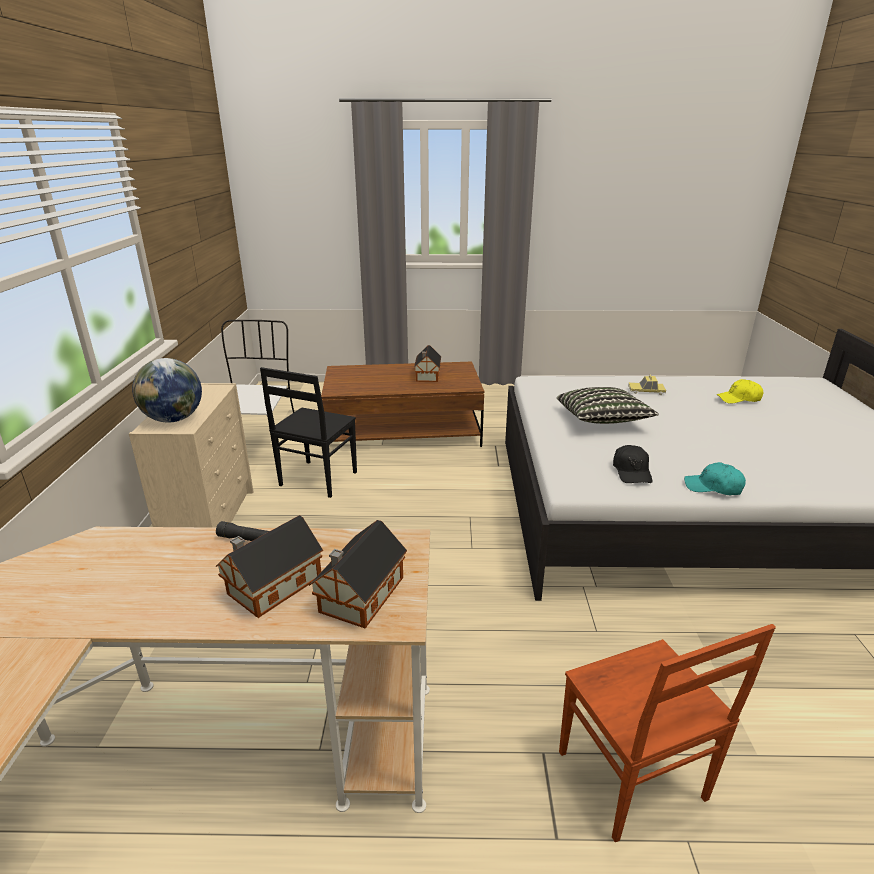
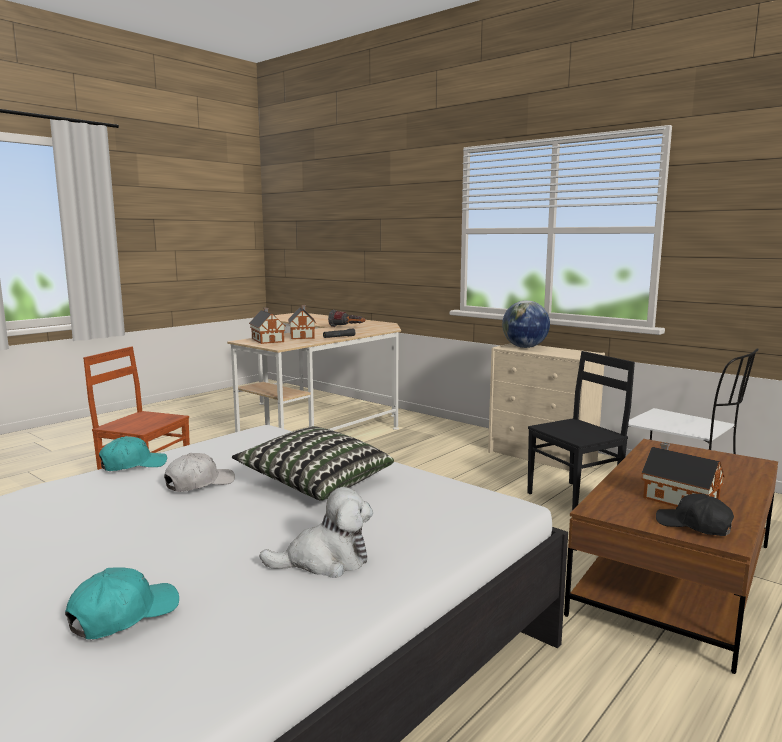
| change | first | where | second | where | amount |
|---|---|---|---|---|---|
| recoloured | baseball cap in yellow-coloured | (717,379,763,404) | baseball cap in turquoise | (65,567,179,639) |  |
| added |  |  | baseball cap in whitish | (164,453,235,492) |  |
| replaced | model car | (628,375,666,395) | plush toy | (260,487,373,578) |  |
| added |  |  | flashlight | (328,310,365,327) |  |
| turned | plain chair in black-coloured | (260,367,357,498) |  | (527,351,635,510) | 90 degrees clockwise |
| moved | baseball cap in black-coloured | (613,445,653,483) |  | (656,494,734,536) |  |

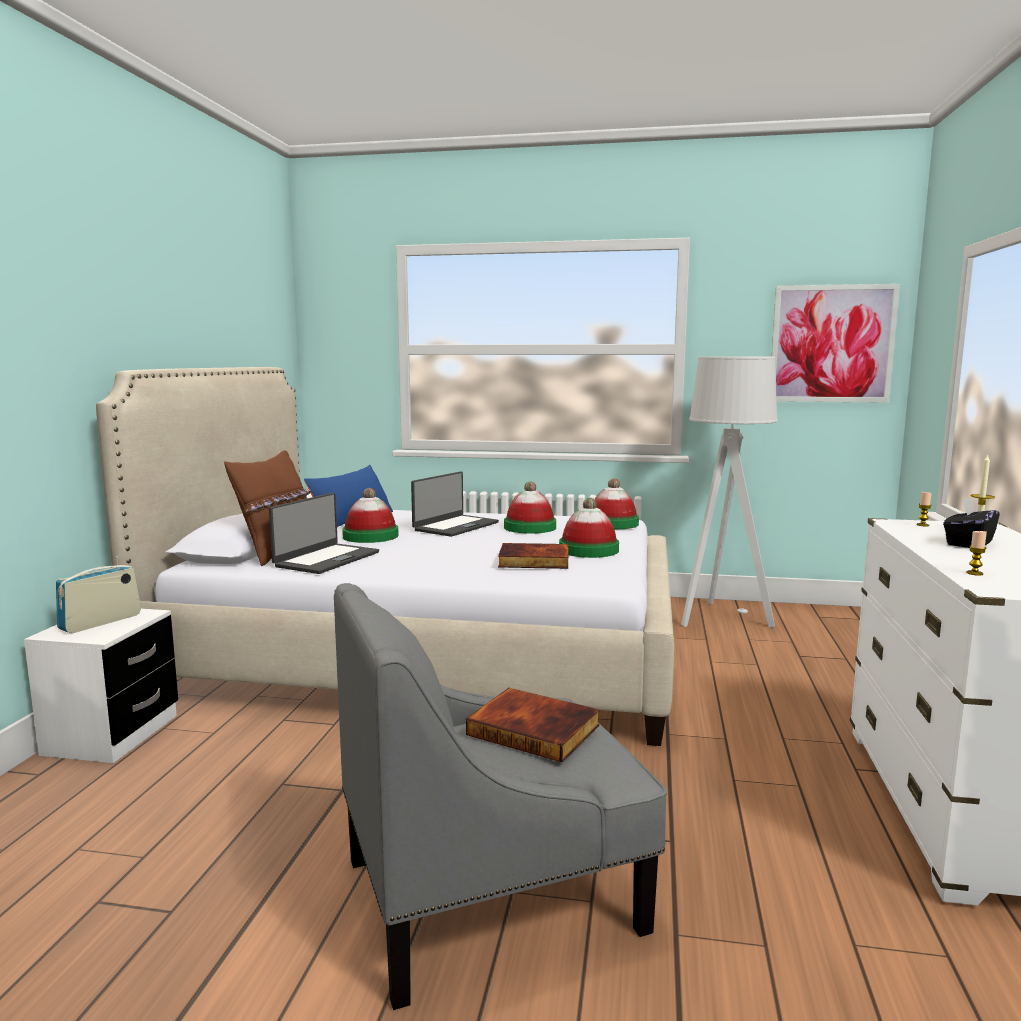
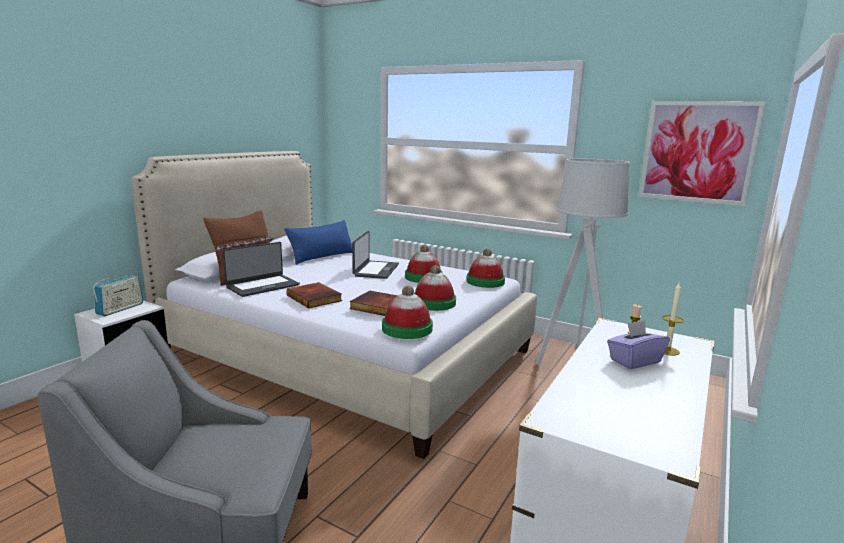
| change | first | where | second | where | amount |
|---|---|---|---|---|---|
| turned | radio | (56,556,141,633) |  | (93,275,143,316) | 150 degrees clockwise |
| moved | book | (466,688,600,762) |  | (287,282,342,308) |  |
| turned | portable computer | (411,471,499,537) |  | (352,231,399,279) | 45 degrees counterclockwise |
| moved | wearable hat | (342,488,399,543) |  | (382,286,433,339) |  |
| recoloured | box of tissues in black-coloured | (943,497,1000,548) | box of tissues in purple-coloured | (607,320,670,369) |  |
| removed | wax candle | (966,531,987,576) |  |  |  |

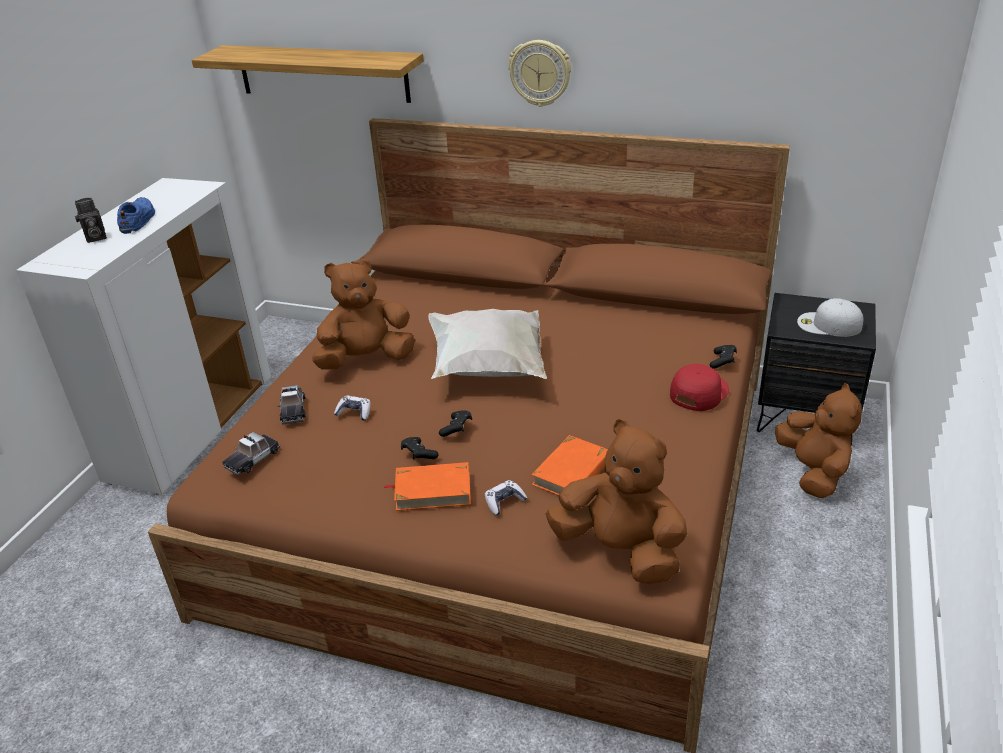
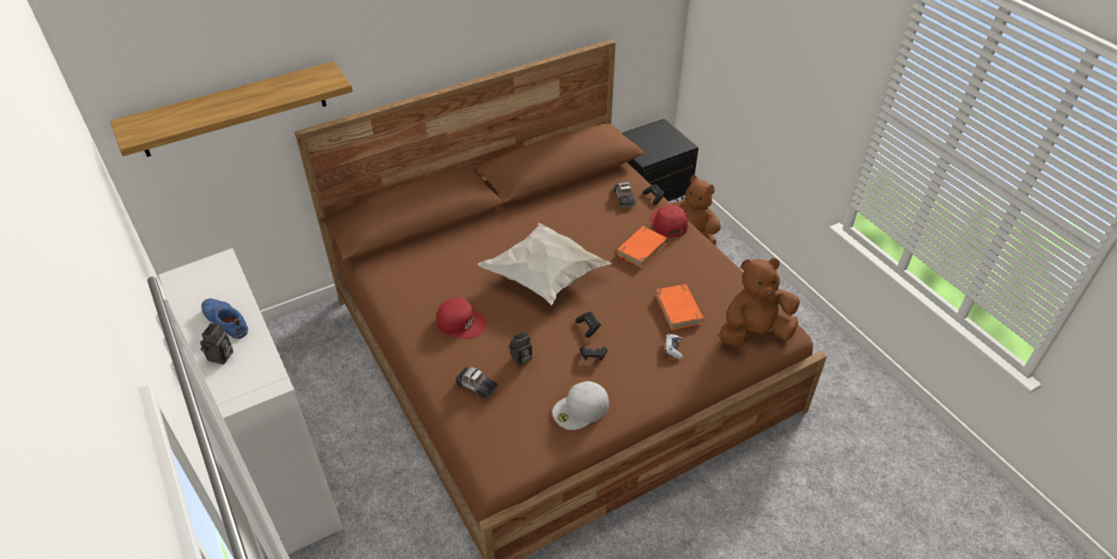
| change | first | where | second | where | amount |
|---|---|---|---|---|---|
| replaced | plush toy in brownish | (312,259,415,369) | baseball cap in red-coloured | (436,298,487,339) |  |
| replaced | game controller | (334,396,371,421) | photo camera | (508,331,532,366) |  |
| moved | baseball cap in whitish | (797,298,863,337) |  | (552,381,609,430) |  |
| moved | model car | (222,432,280,476) |  | (614,182,635,208) |  |
| moved | book in orange | (383,462,471,511) |  | (616,226,668,268) |  |
| removed | clock on the wall | (508,40,571,107) |  |  |  |

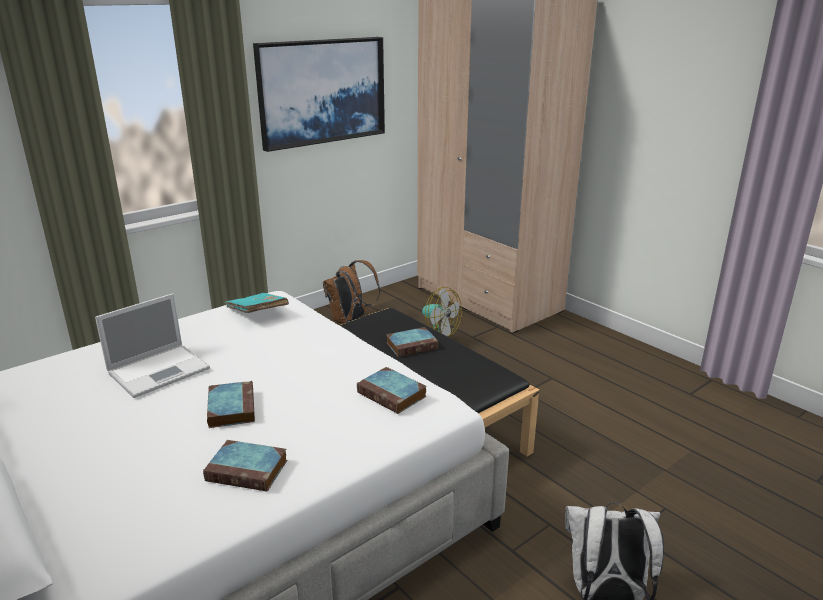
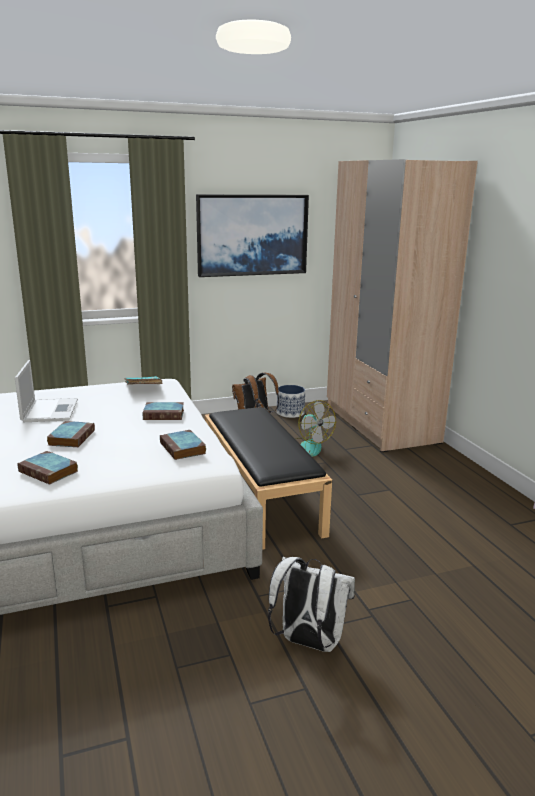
| change | first | where | second | where | amount |
|---|---|---|---|---|---|
| turned | portable computer | (95,293,210,398) |  | (15,360,78,422) | 75 degrees counterclockwise |
| moved | book | (386,327,438,357) |  | (142,402,184,420) |  |
| added |  |  | planter | (277,385,305,418) |  |

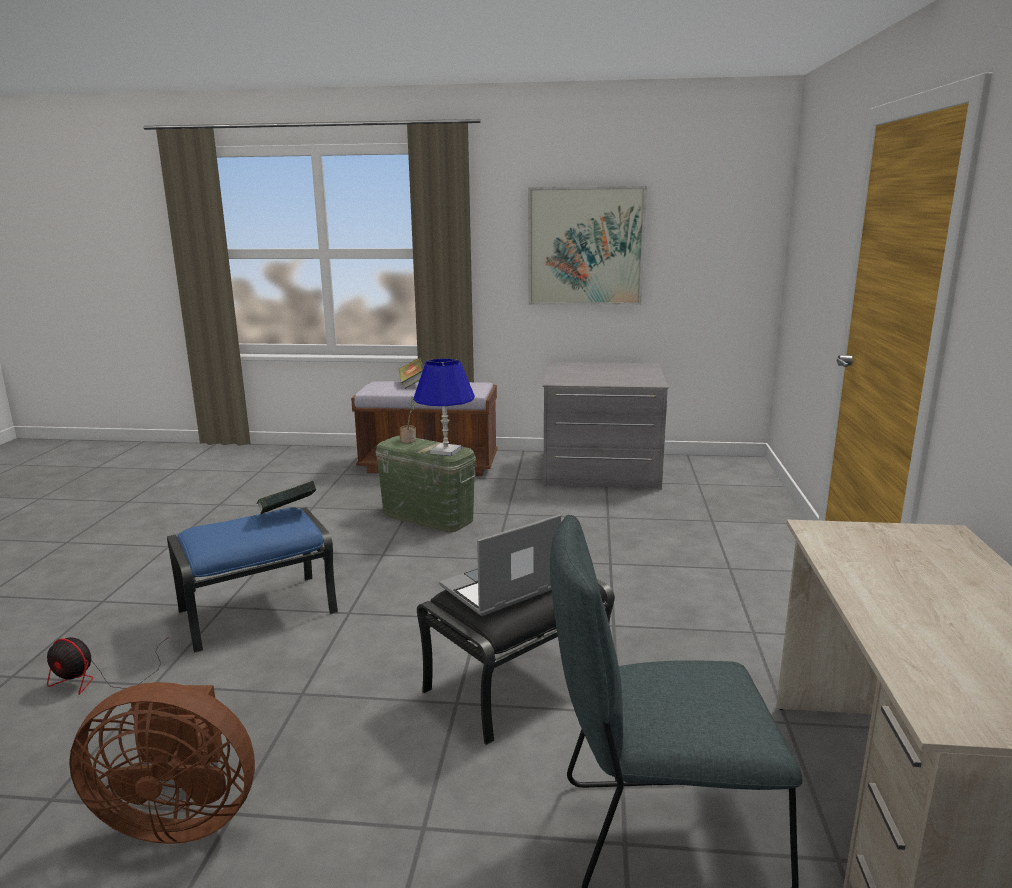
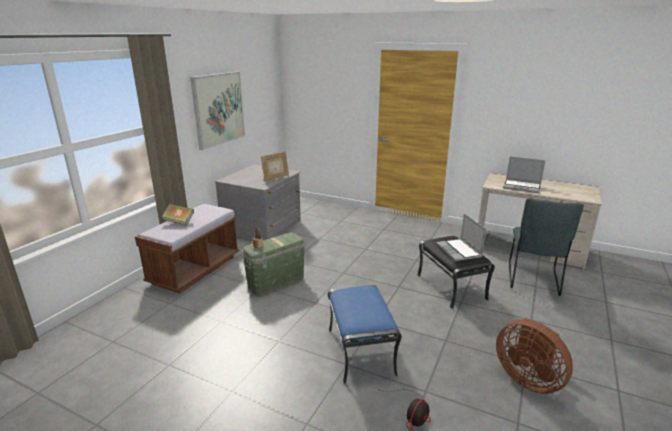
| change | first | where | second | where | amount |
|---|---|---|---|---|---|
| added |  |  | picture frame | (261,151,289,181) |  |
| turned | fan in brownish | (69,682,255,844) |  | (496,318,573,394) | 120 degrees clockwise |
| added |  |  | portable computer | (503,157,545,193) |  |
| removed | book | (256,481,316,515) |  |  |  |
| removed | tabletop lamp in blue-coloured | (413,359,475,456) |  |  |  |

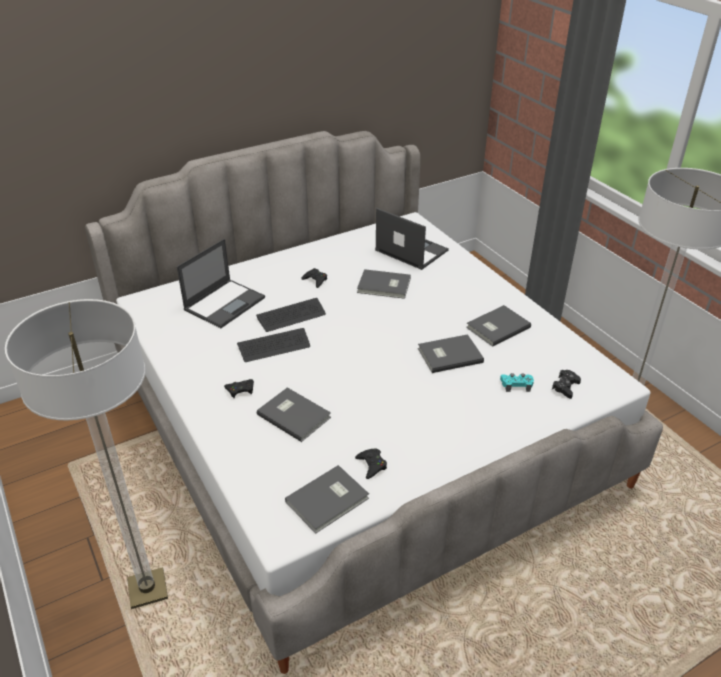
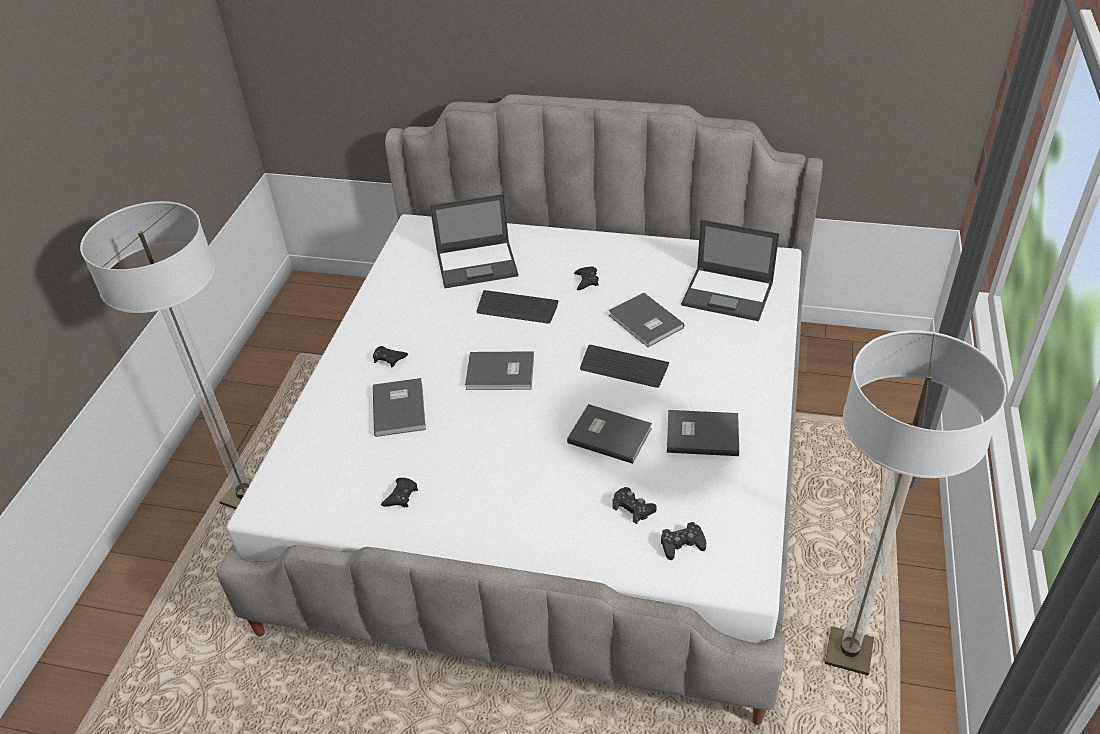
| change | first | where | second | where | amount |
|---|---|---|---|---|---|
| moved | book in gray | (285,465,369,534) |  | (465,351,534,390) |  |
| moved | computer keyboard | (237,328,310,362) |  | (580,345,669,388) |  |
| recoloured | game controller in turquoise | (500,373,534,392) | game controller in black-coloured | (612,487,657,524) |  |
| turned | portable computer | (375,208,449,270) |  | (681,219,779,321) | 120 degrees clockwise |

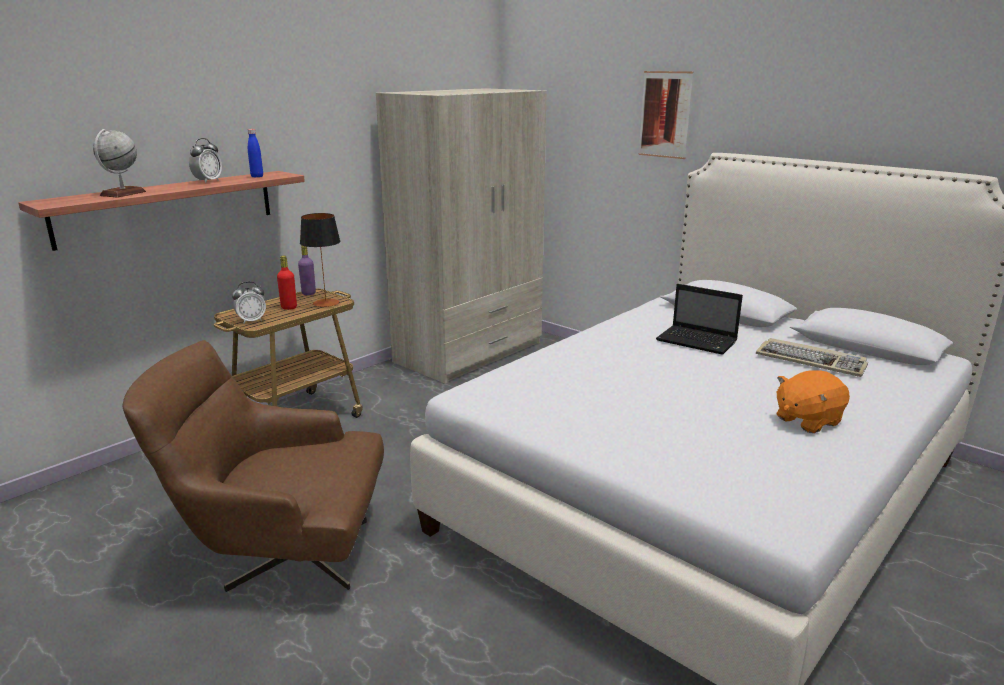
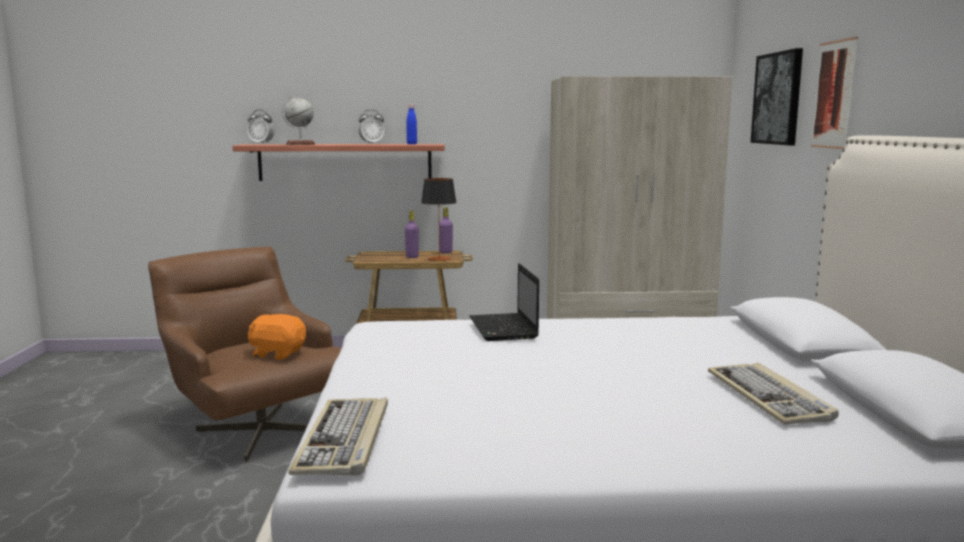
| change | first | where | second | where | amount |
|---|---|---|---|---|---|
| moved | alarm clock | (232,282,266,324) |  | (247,110,274,144) |  |
| moved | plush toy in orange | (776,370,850,433) |  | (248,314,306,360) |  |
| added |  |  | computer keyboard | (288,398,388,476) |  |
| recoloured | bottle in red-coloured | (277,256,297,310) | bottle in purple-coloured | (405,211,419,258) |  |
| moved | portable computer | (656,284,743,355) |  | (469,263,539,341) |  |
| added |  |  | picture | (750,48,803,145) |  |

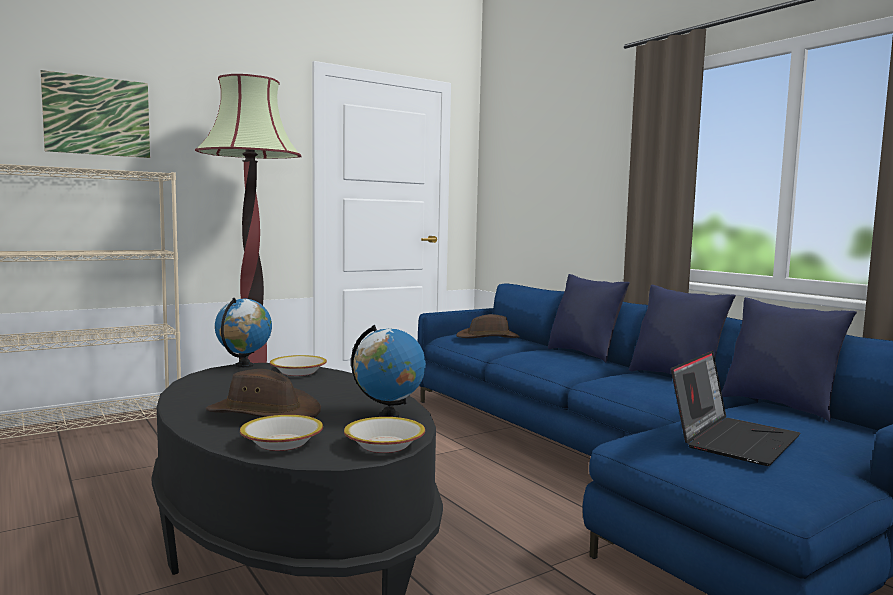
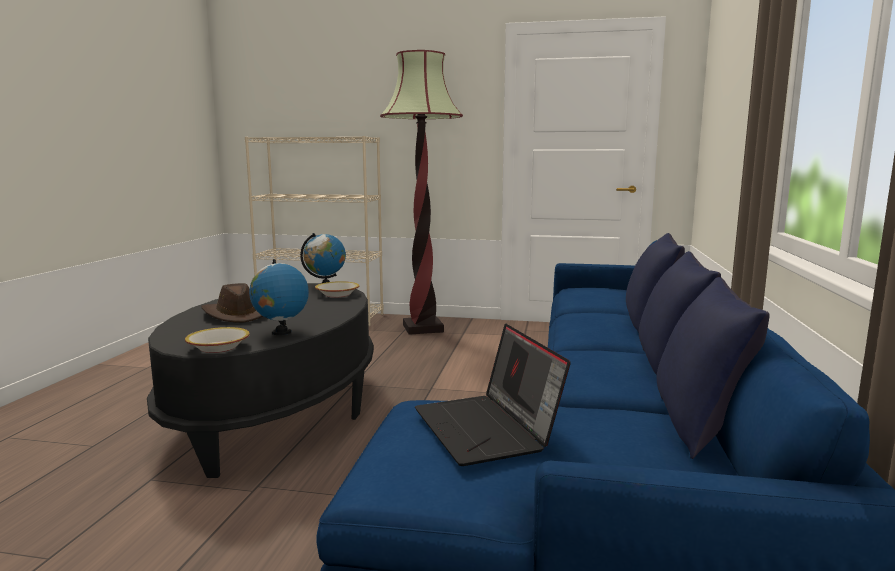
| change | first | where | second | where | amount |
|---|---|---|---|---|---|
| turned | portable computer | (671,351,800,466) |  | (415,323,571,466) | 75 degrees clockwise |
| removed | picture | (41,70,150,158) |  |  |  |
| removed | serving bowl | (240,415,323,451) |  |  |  |
| removed | wearable hat in brownish | (456,314,520,338) |  |  |  |

